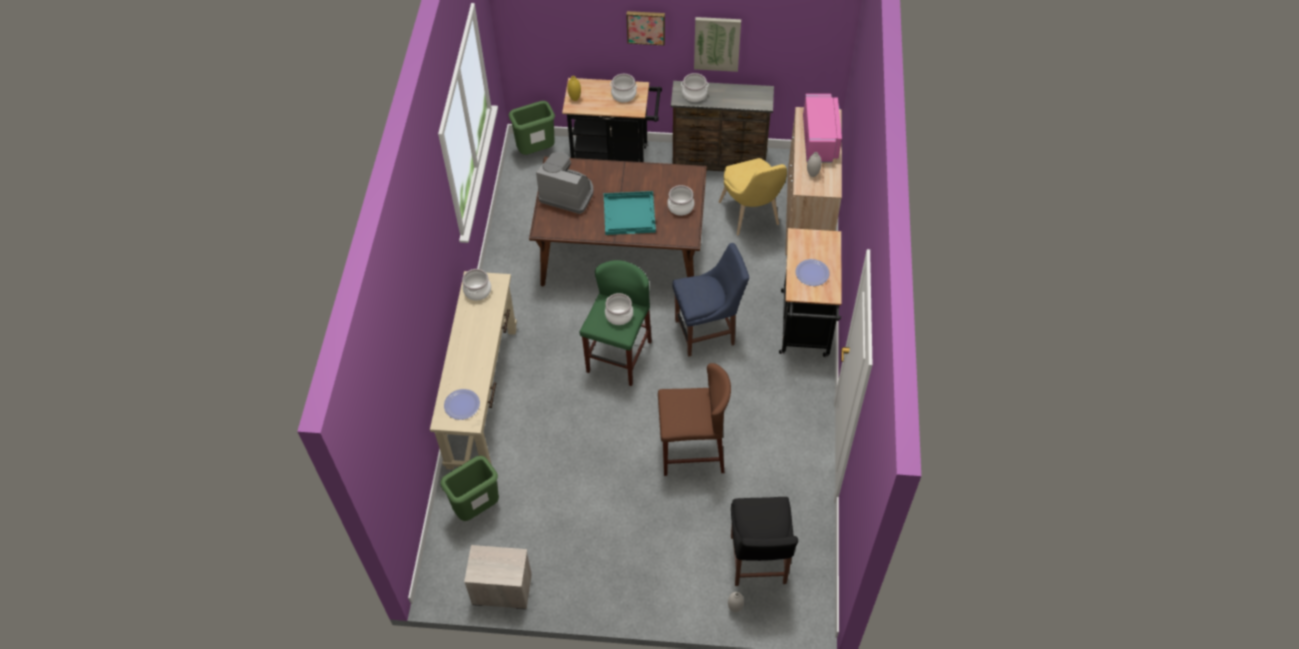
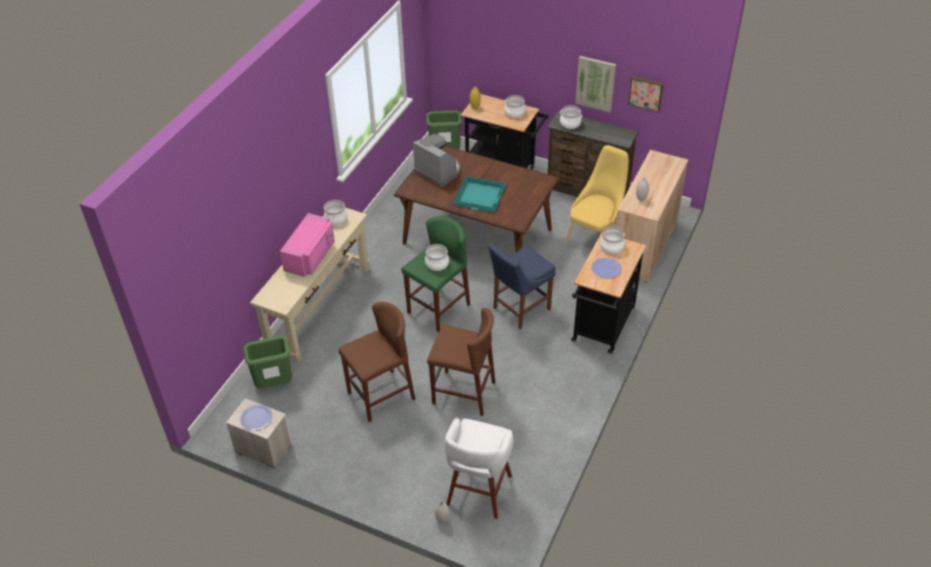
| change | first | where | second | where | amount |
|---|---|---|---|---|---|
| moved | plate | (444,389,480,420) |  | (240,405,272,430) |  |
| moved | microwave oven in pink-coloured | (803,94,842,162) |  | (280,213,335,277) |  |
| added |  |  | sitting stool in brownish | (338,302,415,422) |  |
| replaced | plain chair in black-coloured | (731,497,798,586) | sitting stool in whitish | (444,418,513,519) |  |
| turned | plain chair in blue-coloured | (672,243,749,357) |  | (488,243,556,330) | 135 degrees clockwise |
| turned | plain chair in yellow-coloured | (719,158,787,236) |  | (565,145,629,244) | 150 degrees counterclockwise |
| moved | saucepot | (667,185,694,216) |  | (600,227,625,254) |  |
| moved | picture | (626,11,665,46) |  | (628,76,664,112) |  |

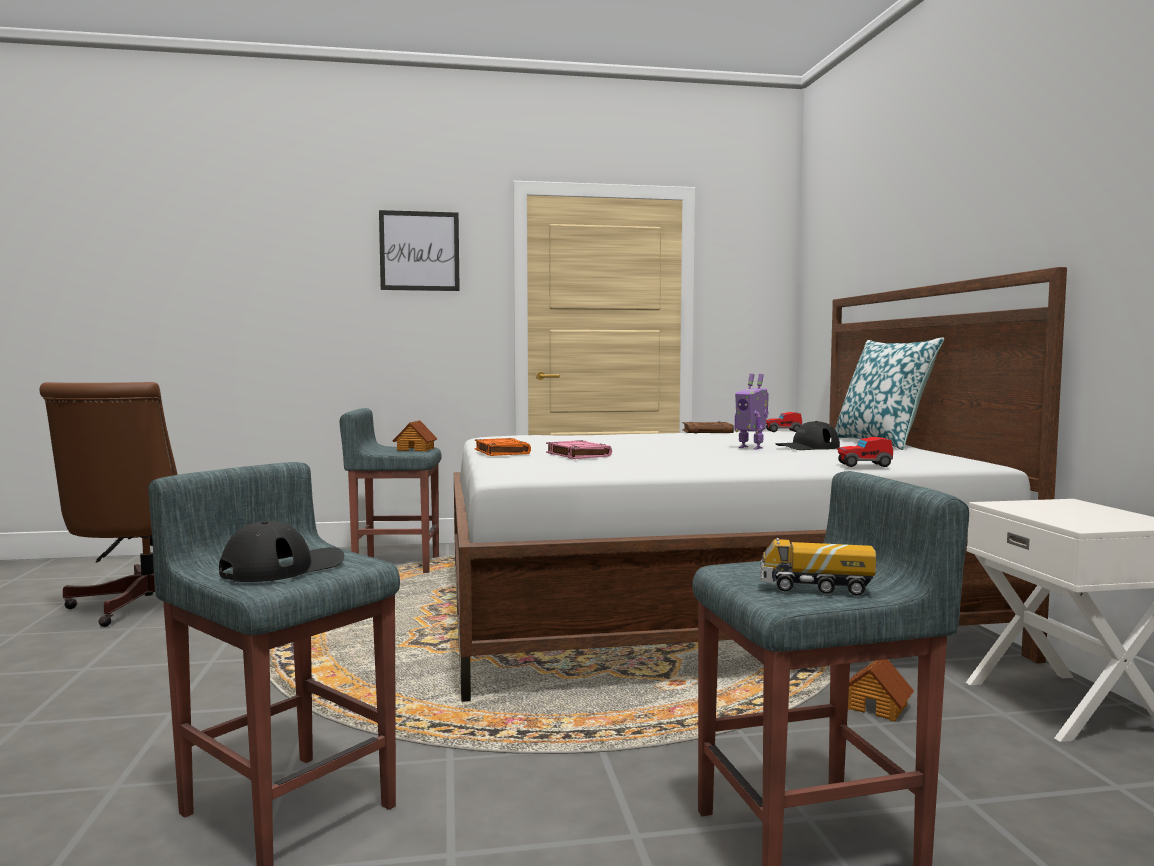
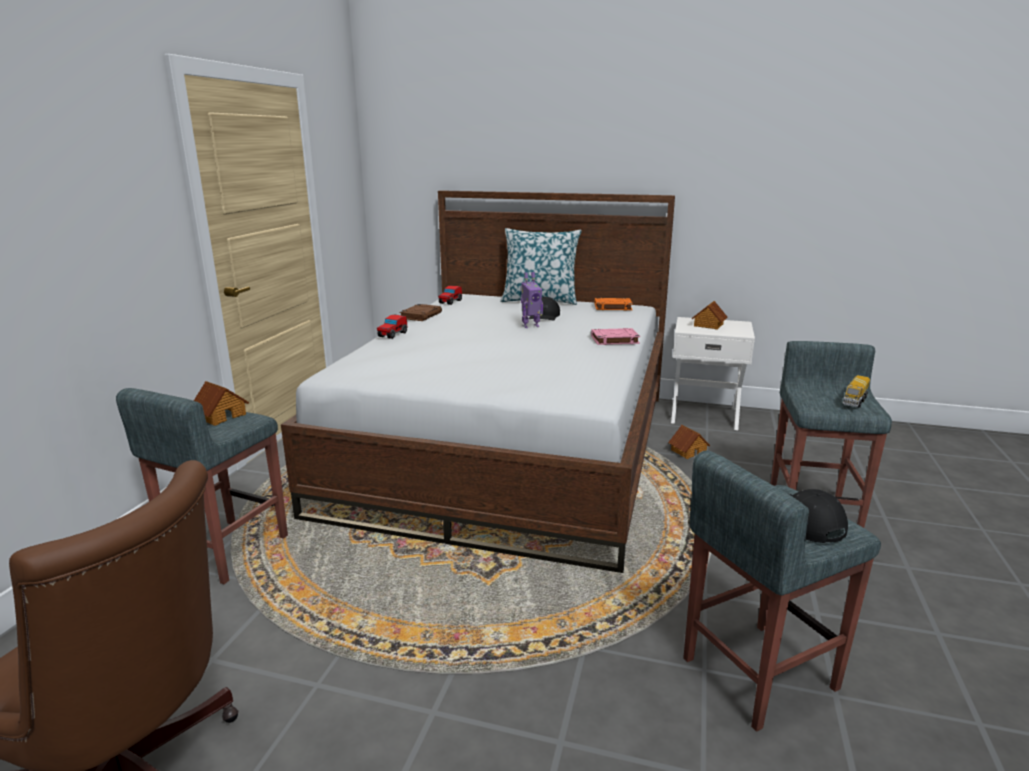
| change | first | where | second | where | amount |
|---|---|---|---|---|---|
| moved | model car | (837,437,893,467) |  | (377,315,408,339) |  |
| moved | book in pink-coloured | (546,440,612,459) |  | (591,328,640,345) |  |
| moved | book in orange | (475,438,531,456) |  | (595,298,633,311) |  |
| added |  |  | toy house | (692,301,727,330) |  |
| removed | picture | (379,210,460,291) |  |  |  |

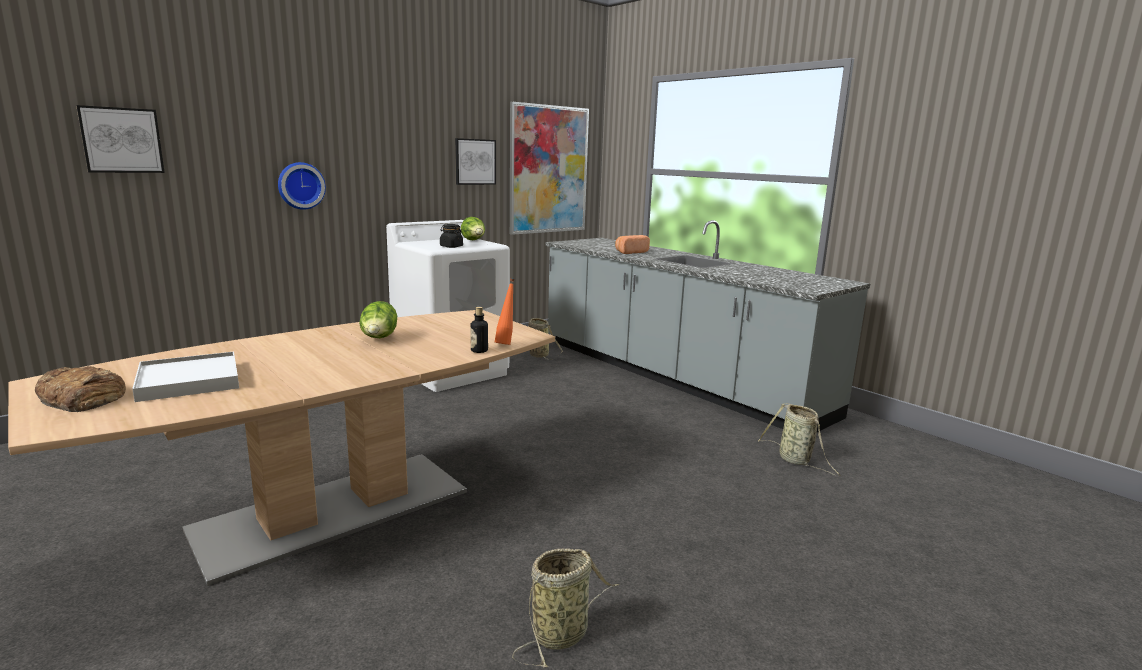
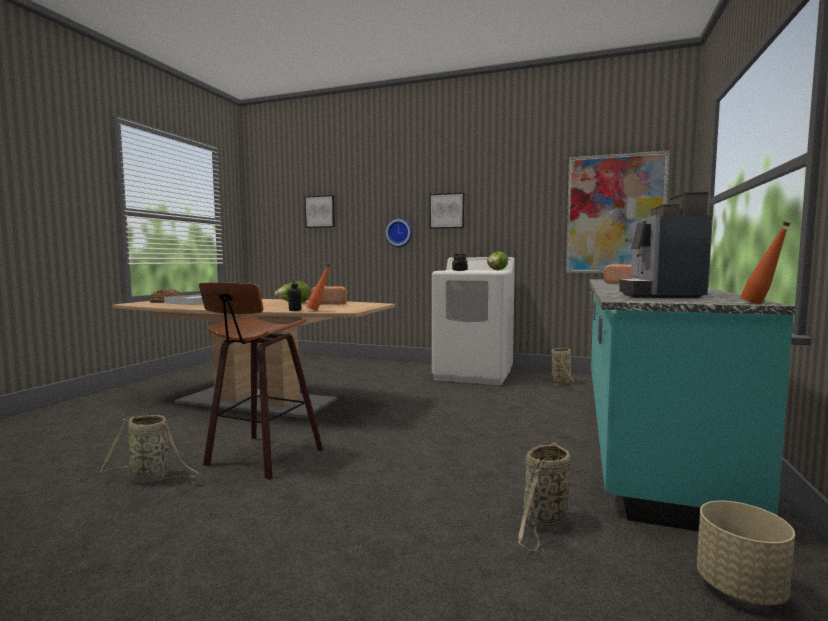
| change | first | where | second | where | amount |
|---|---|---|---|---|---|
| added |  |  | sitting stool | (199,282,323,480) |  |
| added |  |  | baked bread | (311,286,347,305) |  |
| moved | picture | (455,138,496,185) |  | (430,193,464,229) |  |
| recoloured | kitchen counter in gray | (545,220,870,432) | kitchen counter in turquoise | (589,279,795,532) |  |
| added |  |  | coffee brewer | (619,191,712,298) |  |
| added |  |  | planter in beige | (697,501,795,605) |  |
| added |  |  | bottle in orange | (741,221,791,304) |  |

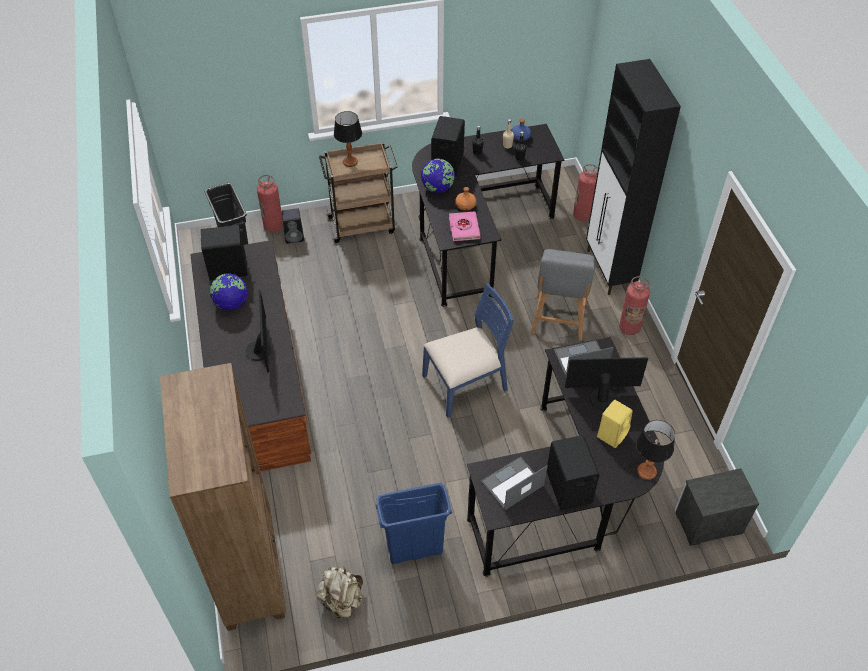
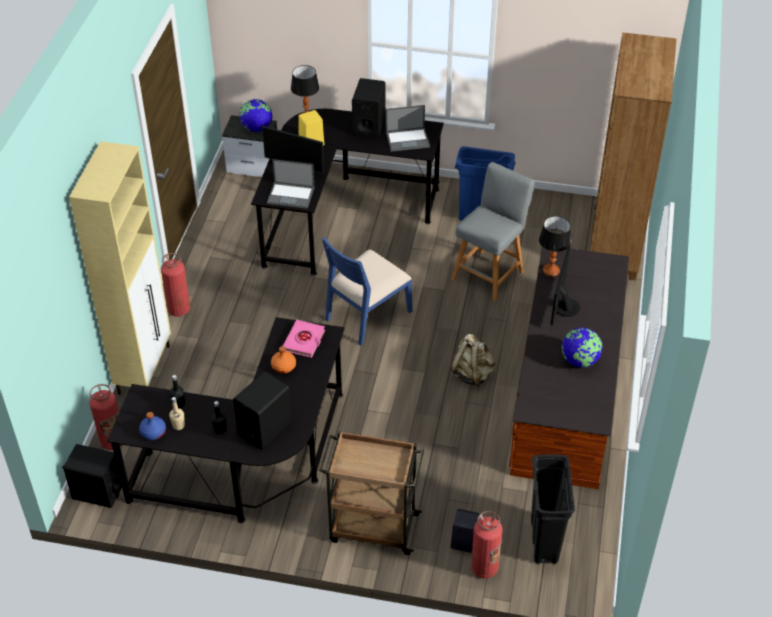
| change | first | where | second | where | amount |
|---|---|---|---|---|---|
| moved | audio speaker in black-coloured | (201,225,247,280) |  | (62,444,122,508) |  |
| recoloured | cupboard in black-coloured | (586,59,681,295) | cupboard in beige | (69,141,171,395) |  |
| moved | world globe | (421,159,455,193) |  | (240,99,272,132) |  |
| turned | plain chair in blue-coloured | (422,284,514,418) |  | (322,237,412,346) | 45 degrees counterclockwise |
| moved | backpack in beige | (315,566,363,620) |  | (450,334,495,387) |  |
| moved | sitting stool in gray | (531,249,595,341) |  | (452,162,535,302) |  |
| moved | tabletop lamp | (334,111,362,167) |  | (539,216,571,277) |  |

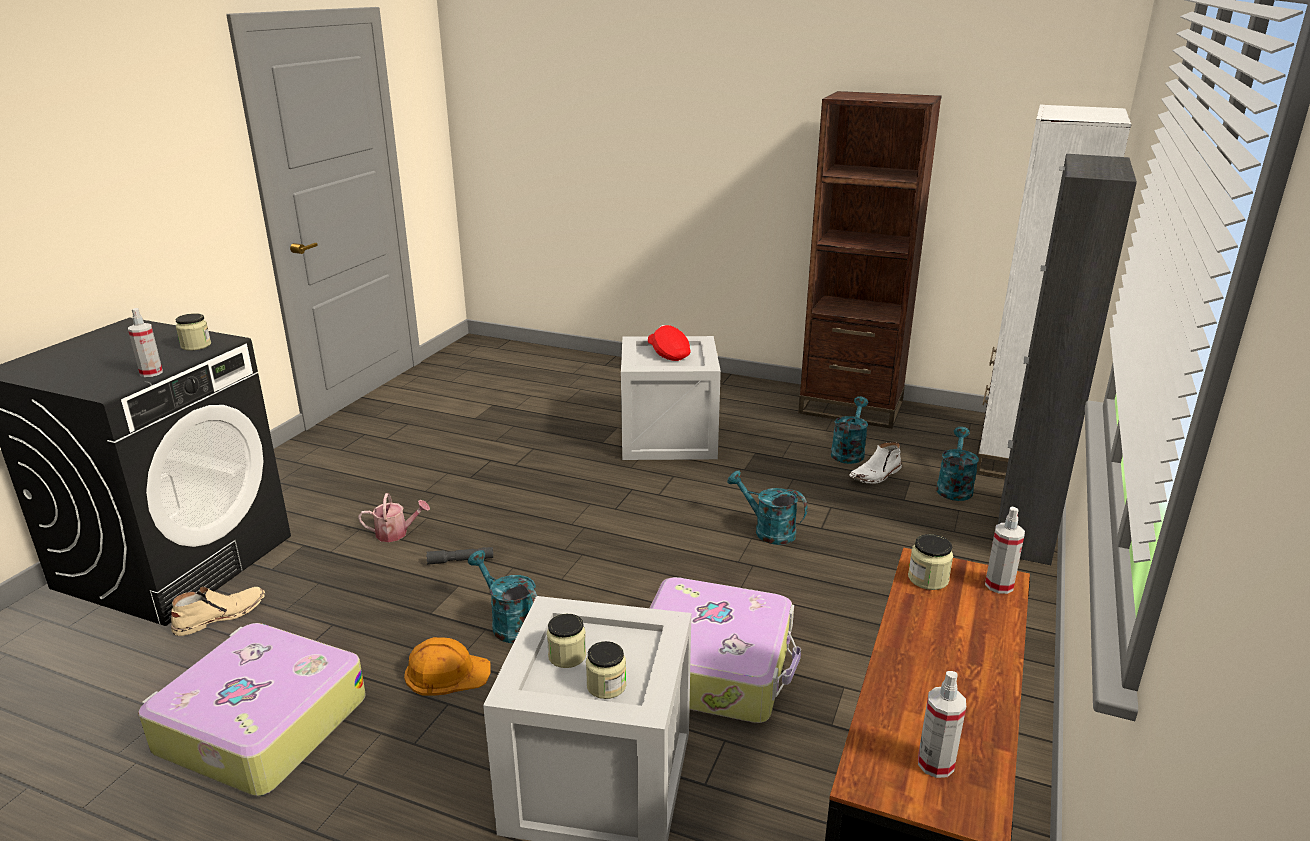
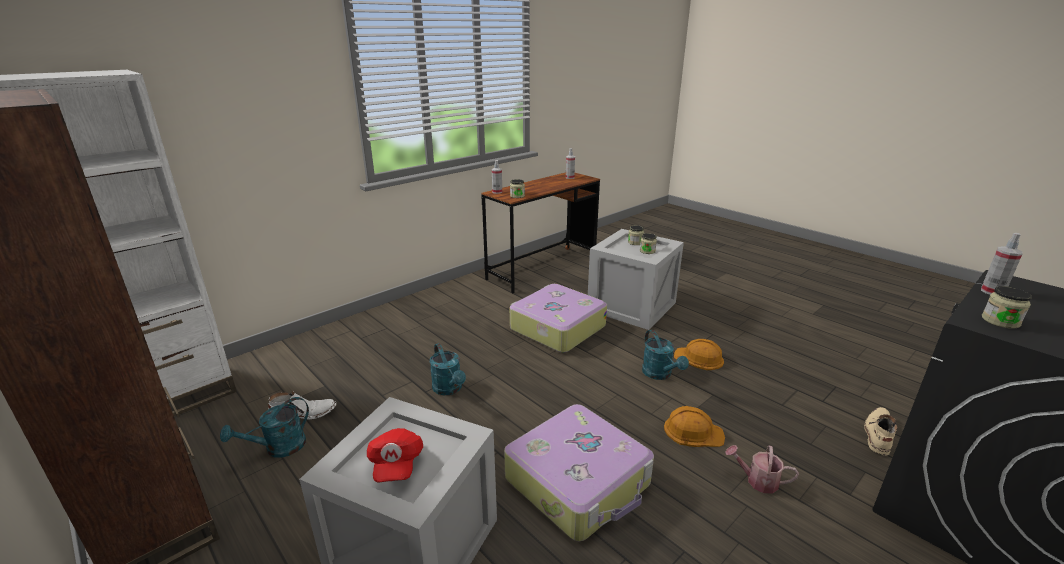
| change | first | where | second | where | amount |
|---|---|---|---|---|---|
| moved | piece of luggage | (138,623,366,796) |  | (504,404,654,541) |  |
| replaced | flashlight in gray | (426,547,493,565) | hard hat in orange | (664,406,725,447) |  |
| turned | high-top boot in beige | (171,587,265,636) |  | (864,407,897,456) | 135 degrees clockwise |
| removed | watering pot in turquoise | (936,427,979,501) |  |  |  |
| removed | cupboard in black-coloured | (998,154,1137,565) |  |  |  |

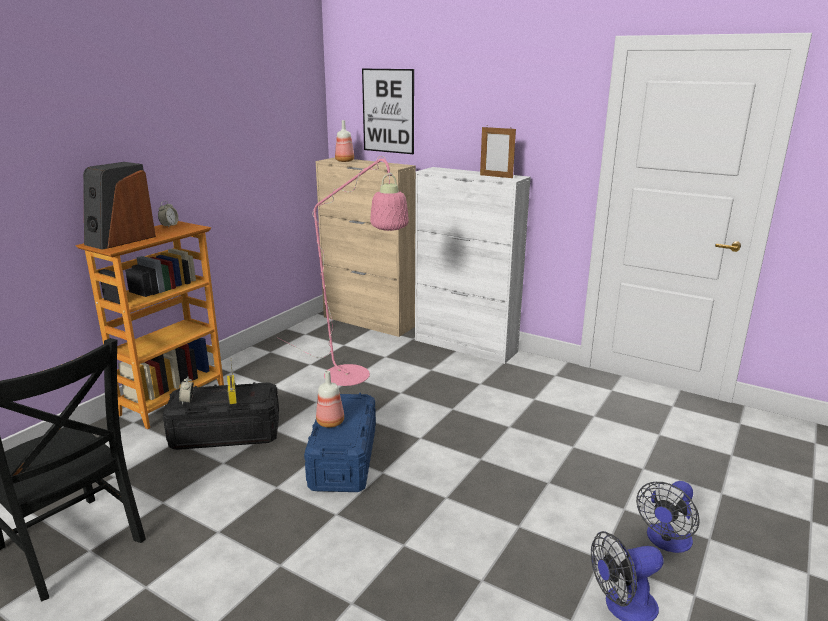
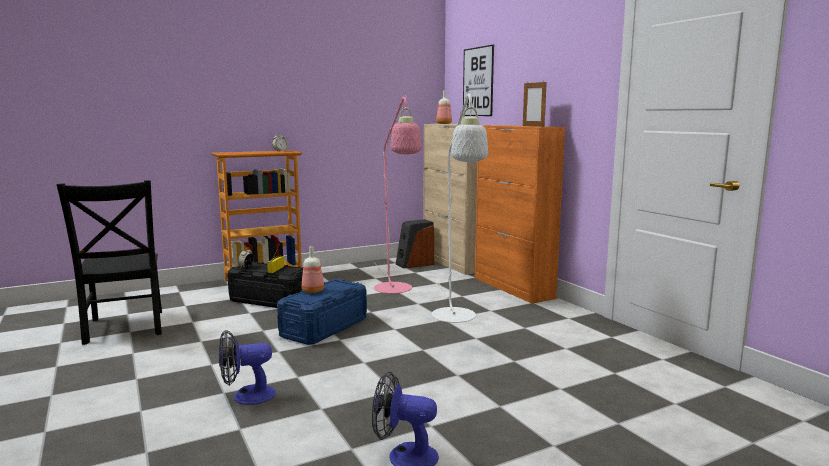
| change | first | where | second | where | amount |
|---|---|---|---|---|---|
| moved | fan | (636,481,699,553) |  | (219,330,276,405) |  |
| moved | audio speaker | (83,162,156,250) |  | (395,219,434,268) |  |
| added |  |  | floor lamp in whitish | (431,91,488,323) |  |
| recoloured | cupboard in whitish | (415,167,531,364) | cupboard in orange | (475,125,565,304) |  |

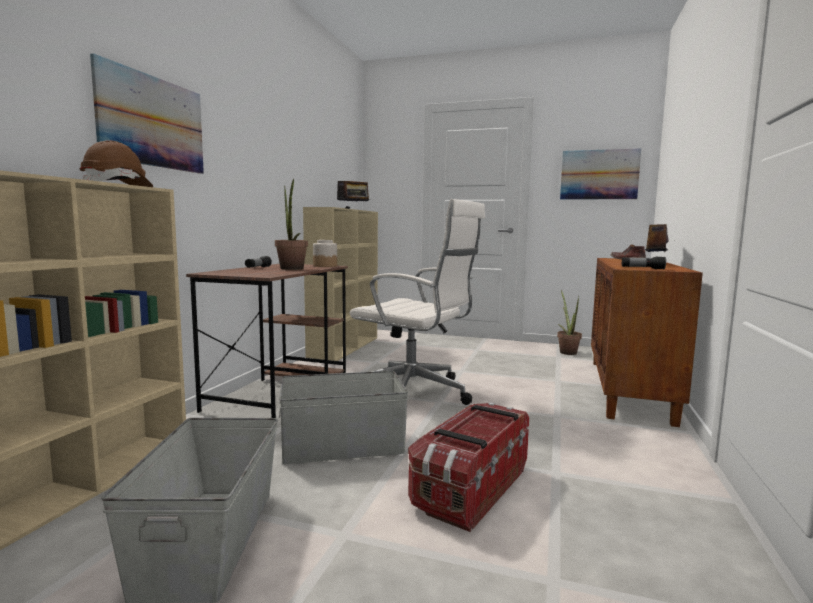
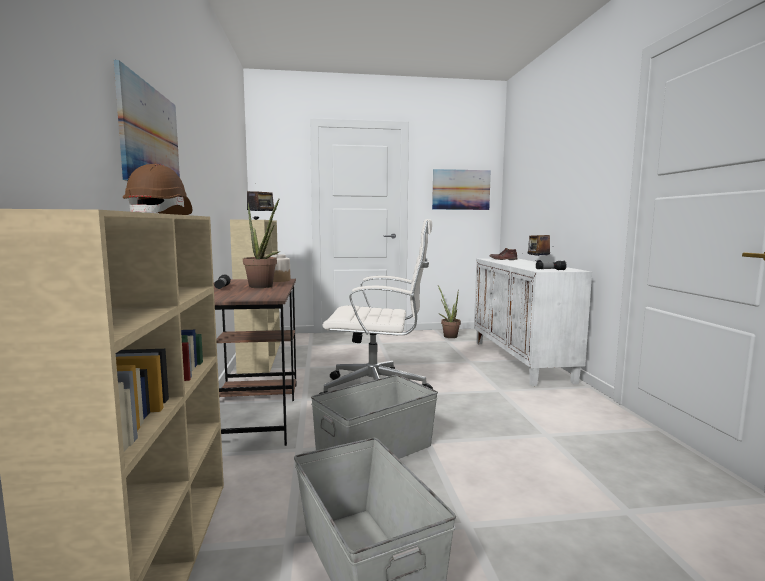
| change | first | where | second | where | amount |
|---|---|---|---|---|---|
| recoloured | cupboard in brownish | (591,258,703,427) | cupboard in whitish | (474,258,592,386) |  |
| removed | storage bin | (408,402,529,532) |  |  |  |

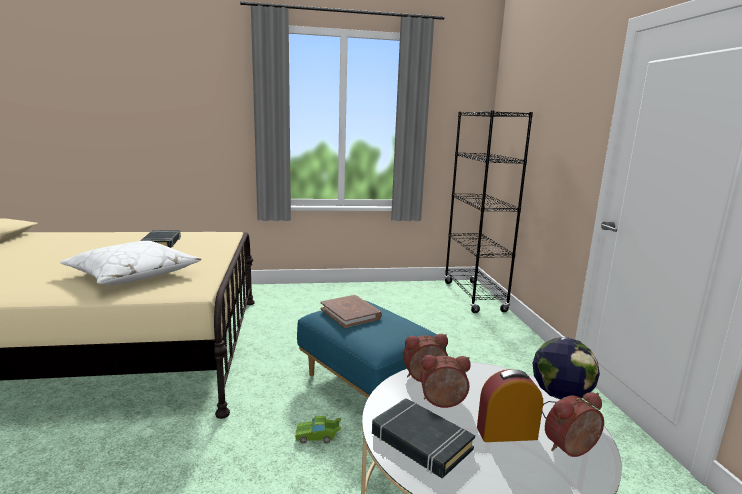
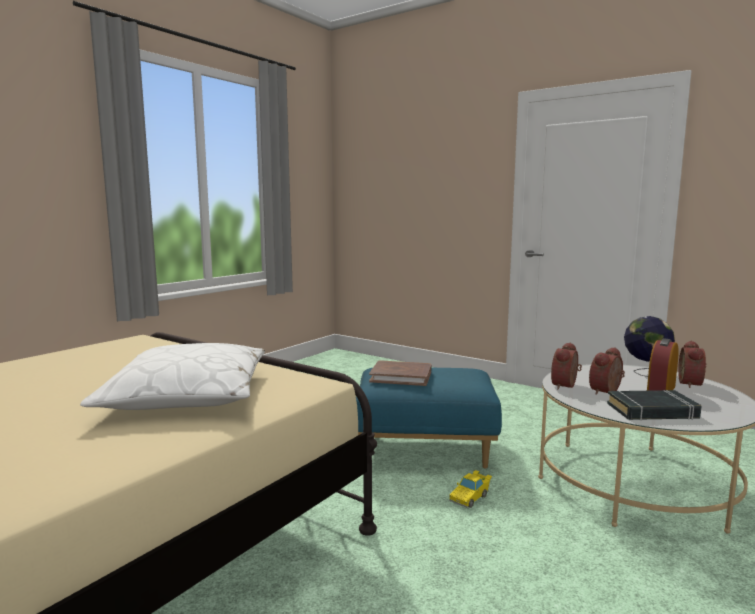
| change | first | where | second | where | amount |
|---|---|---|---|---|---|
| recoloured | model car in green | (295,416,341,444) | model car in yellow-coloured | (449,470,492,508) |  |
| removed | book in black-coloured | (140,230,181,248) |  |  |  |
| removed | bookcase in black-coloured | (444,110,533,313) |  |  |  |

